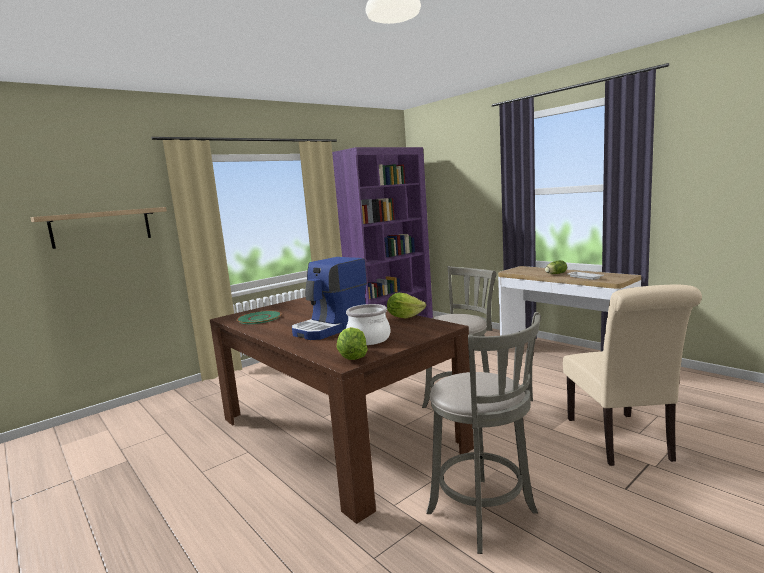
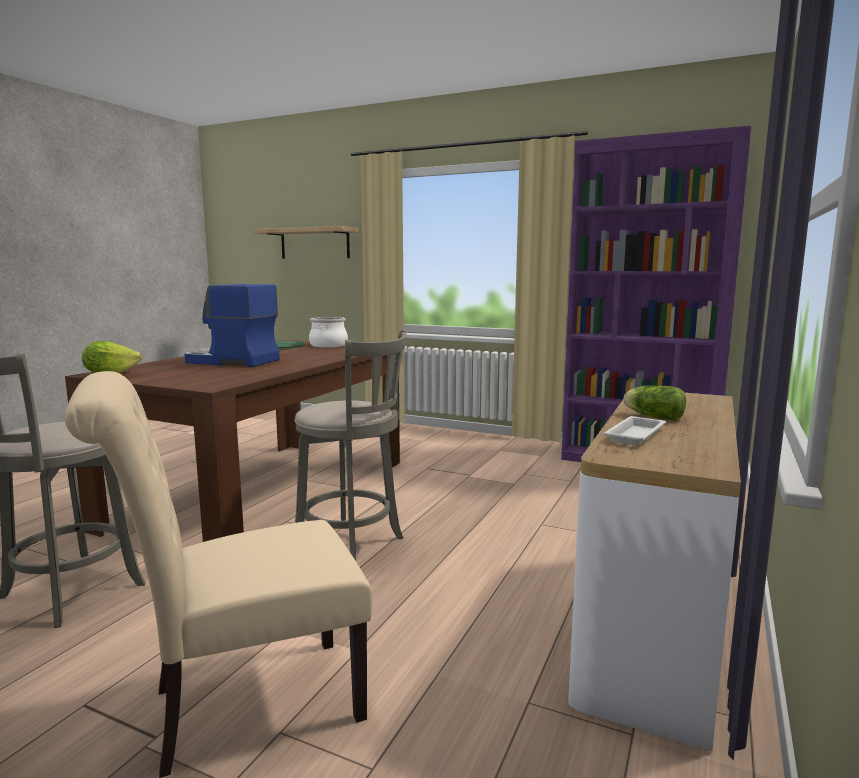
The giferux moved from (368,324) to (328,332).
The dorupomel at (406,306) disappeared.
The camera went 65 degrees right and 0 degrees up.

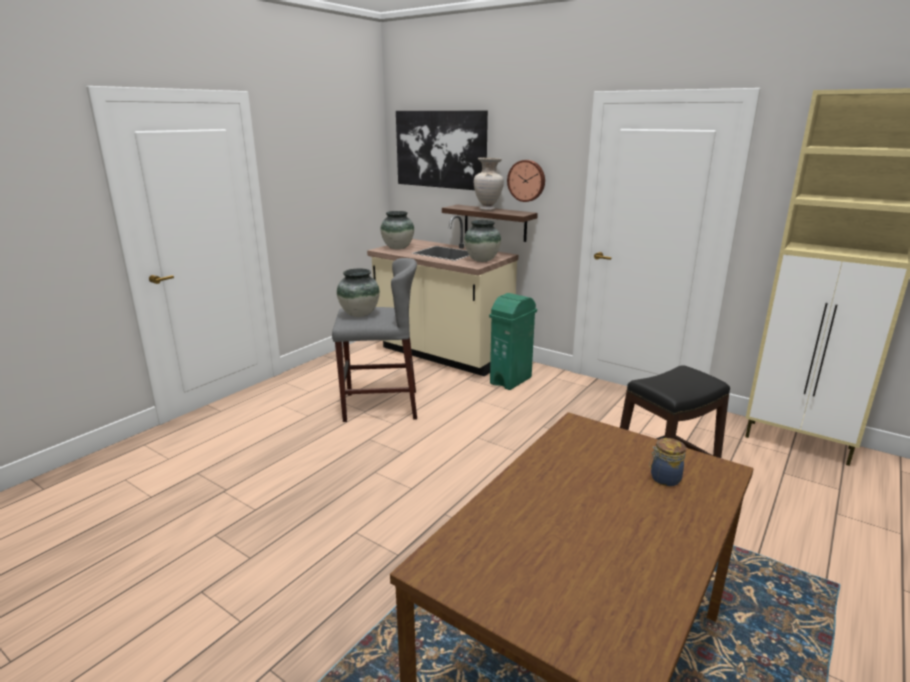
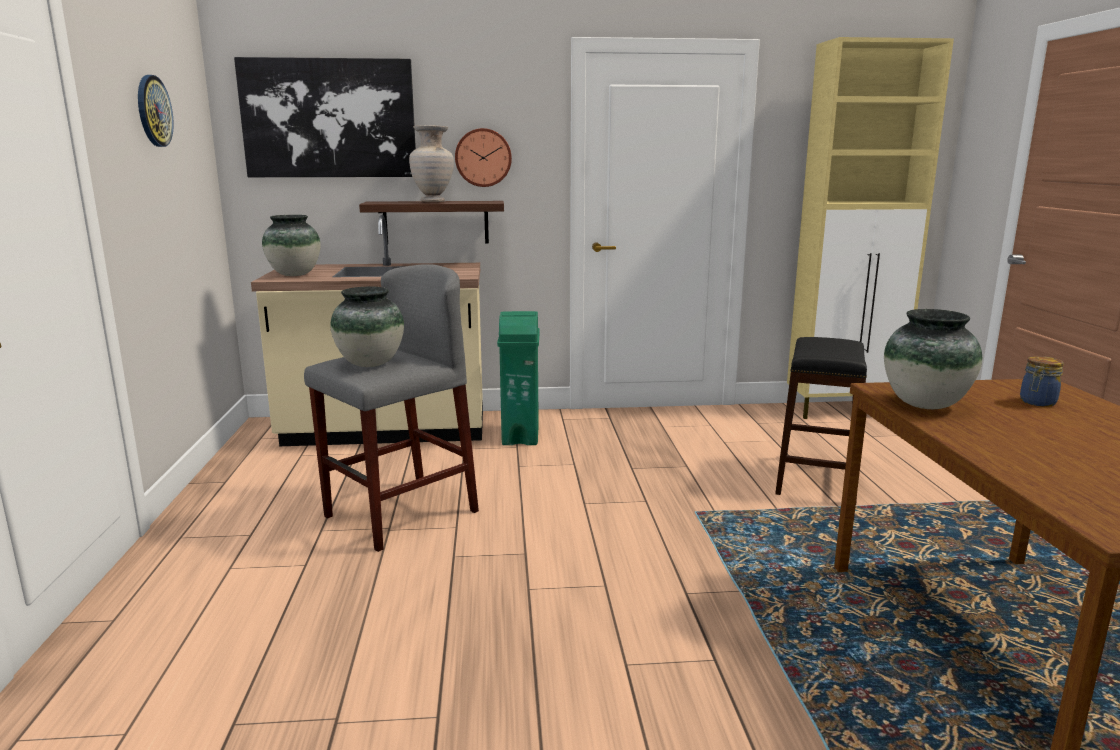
The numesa moved from (482,241) to (933,359).
The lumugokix at (156,111) appeared.
The camera went 40 degrees left and 5 degrees down.

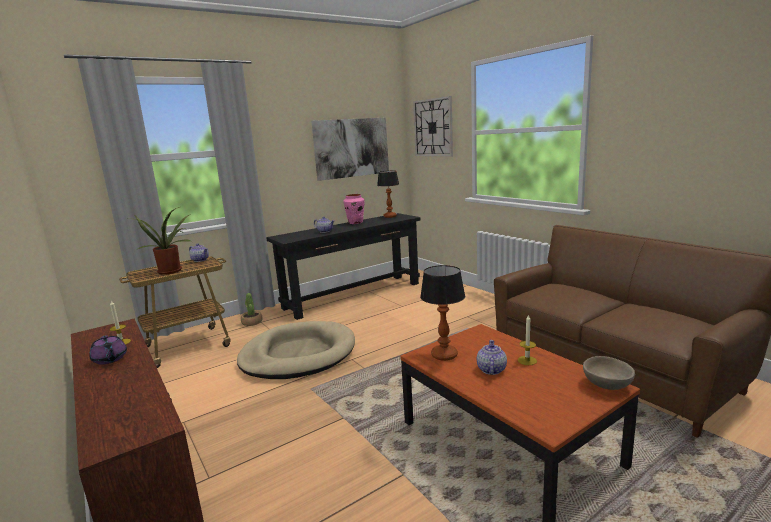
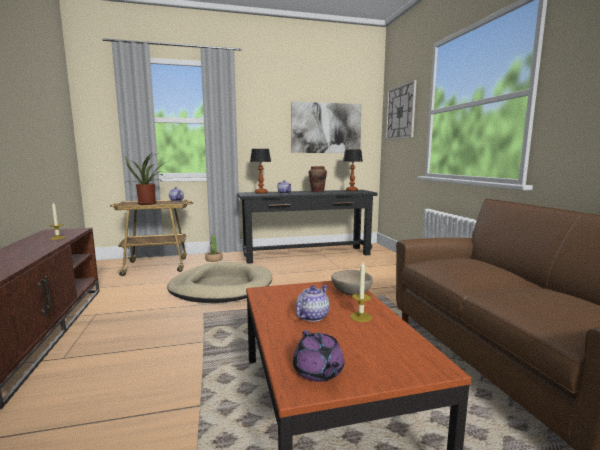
The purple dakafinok moved from (108,350) to (318,356).
The pink numesa at (354,209) became the brown numesa at (317,179).
The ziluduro moved from (442,313) to (260,171).
The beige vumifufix moved from (609,373) to (352,283).
The camera went 20 degrees right and 5 degrees down.

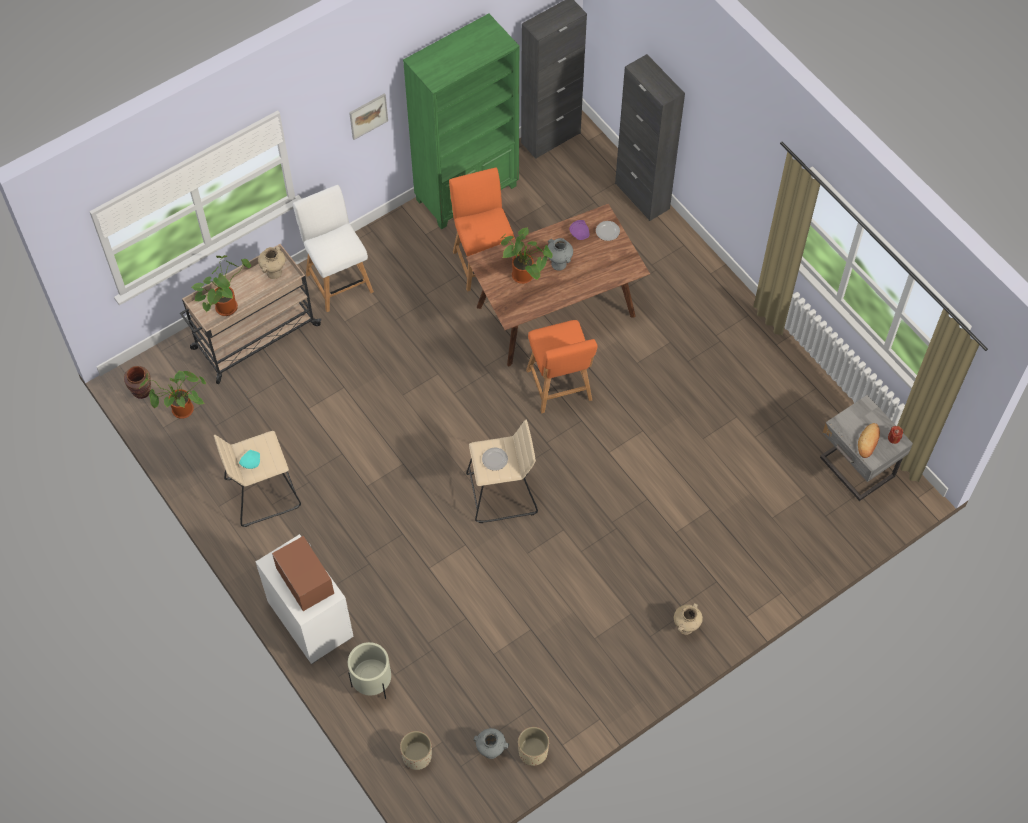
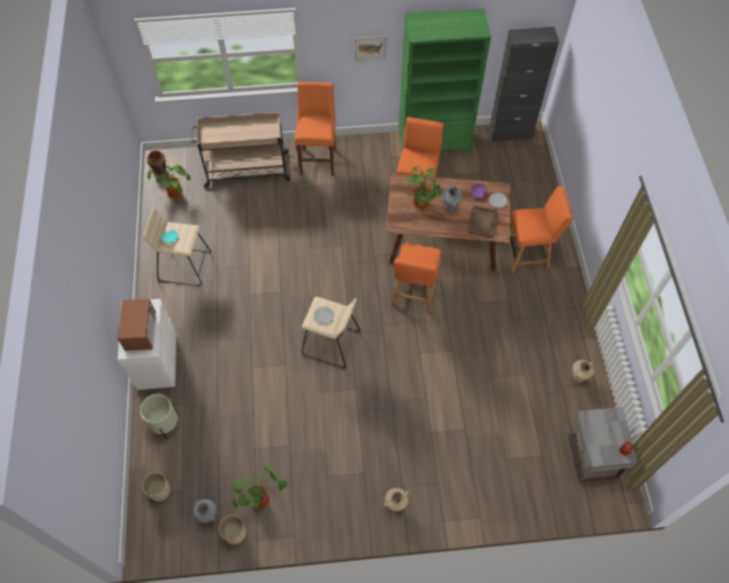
The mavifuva moved from (221,285) to (260,487).
The beige numesa moved from (272,262) to (583,371).
The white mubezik at (333,248) was replaced by the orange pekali at (315,129).
The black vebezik at (650,137) disappeared.
The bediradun at (869,440) disappeared.
The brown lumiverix at (482,221) appeared.
The orange mubezik at (541,229) appeared.
The camera went 30 degrees right and 0 degrees up.

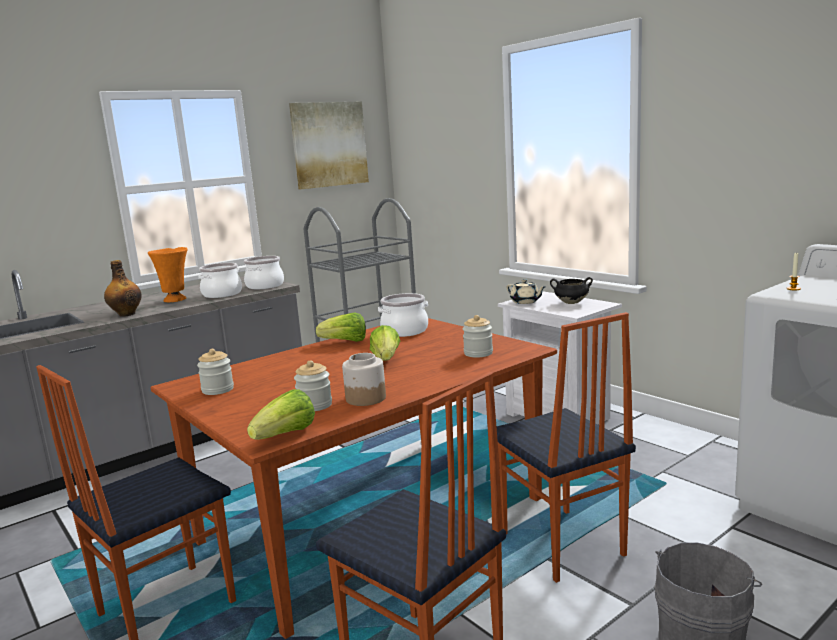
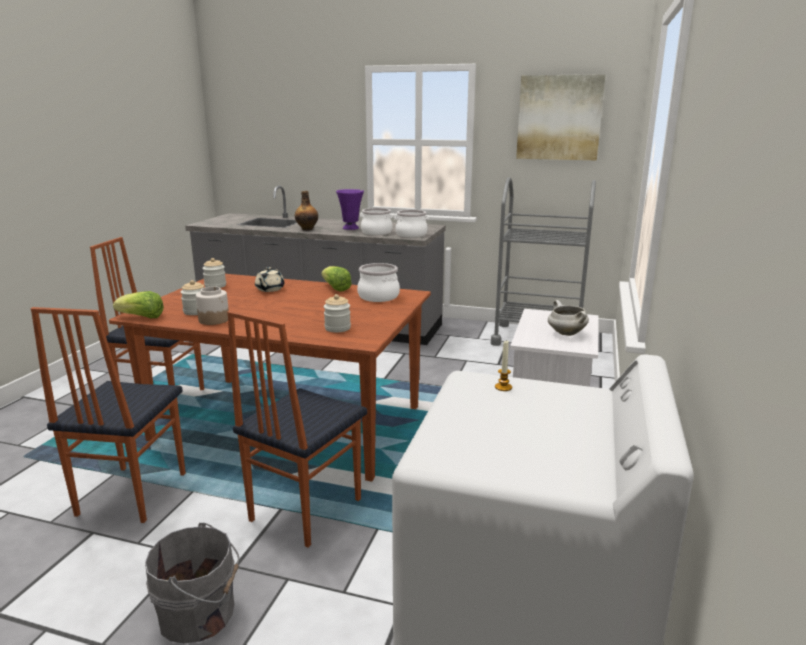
The orange numesa at (168,274) became the purple numesa at (350,209).
The dorupomel at (385,343) disappeared.
The beige dakafinok moved from (526,291) to (270,279).
The black giferux at (571,290) became the white giferux at (568,318).
The camera went 55 degrees right and 5 degrees up.

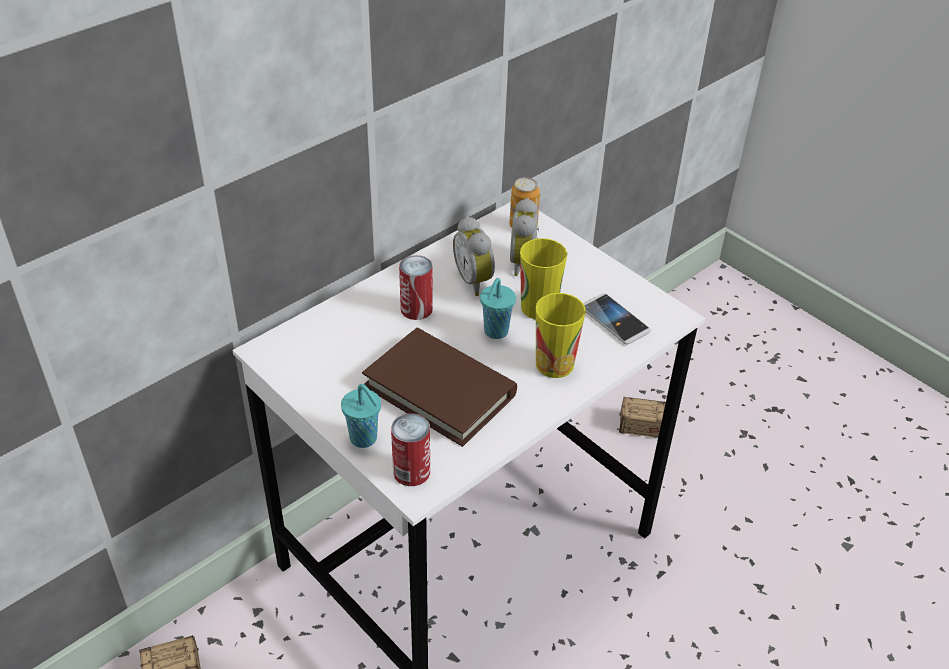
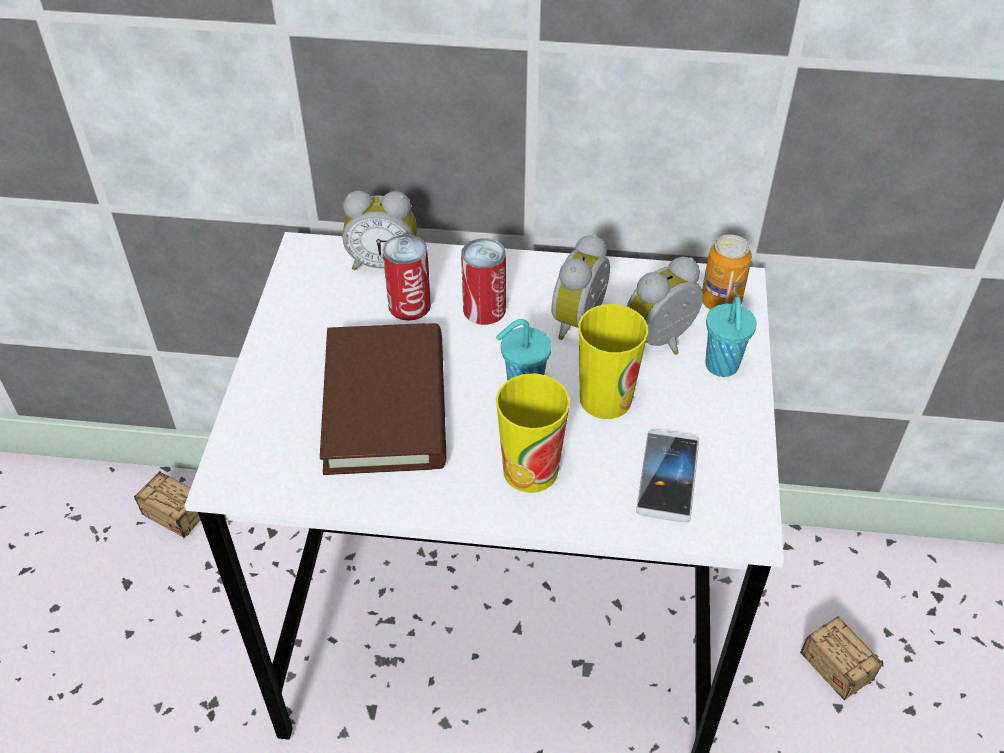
The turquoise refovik moved from (361,416) to (731,337).
The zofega moved from (410,449) to (406,277).
The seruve at (379,230) appeared.
The camera went 50 degrees right and 5 degrees up.

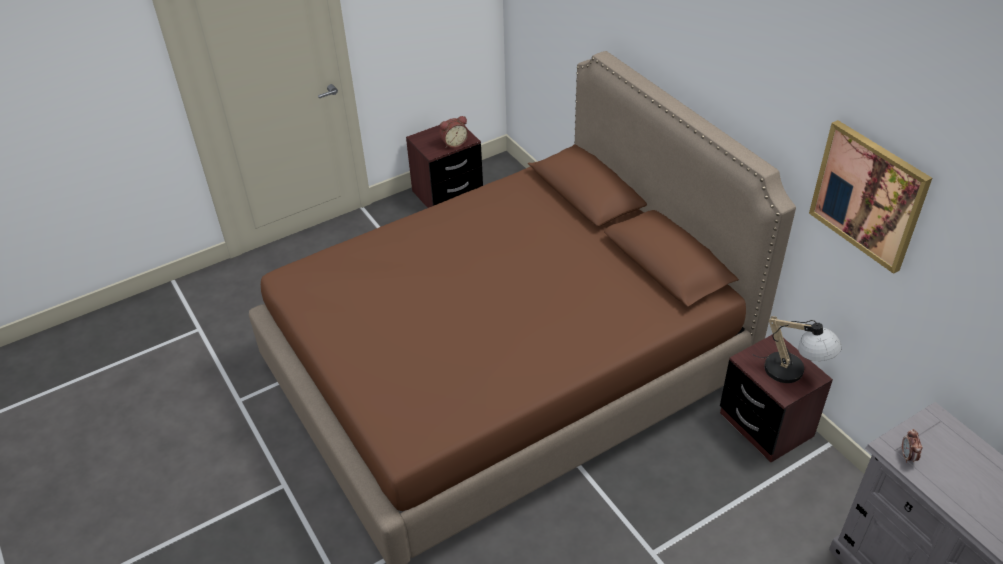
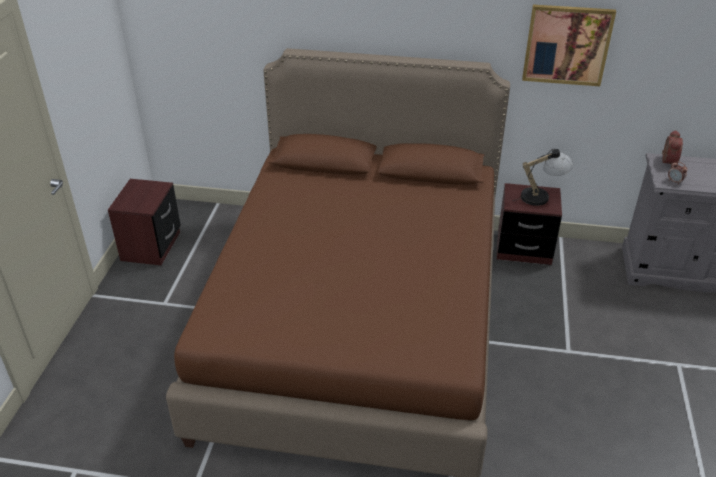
The seruve moved from (454,132) to (672,149).
The camera went 50 degrees left and 5 degrees down.

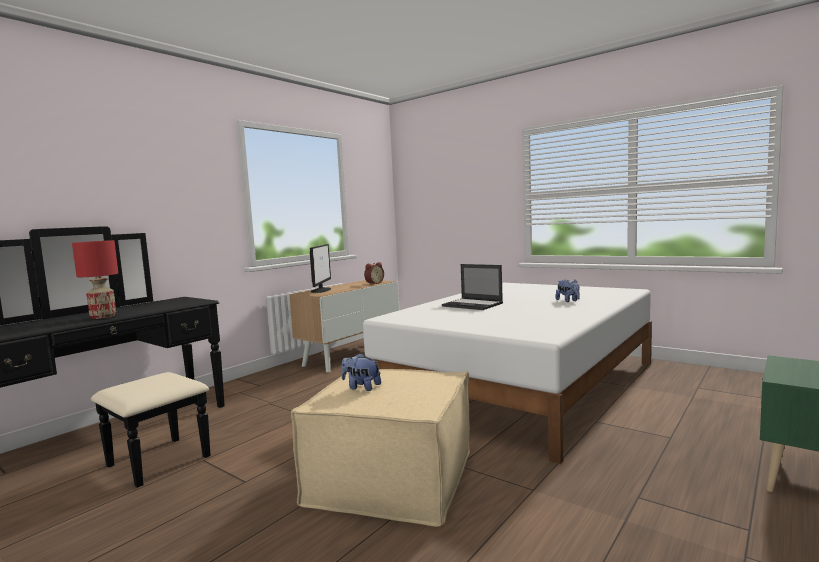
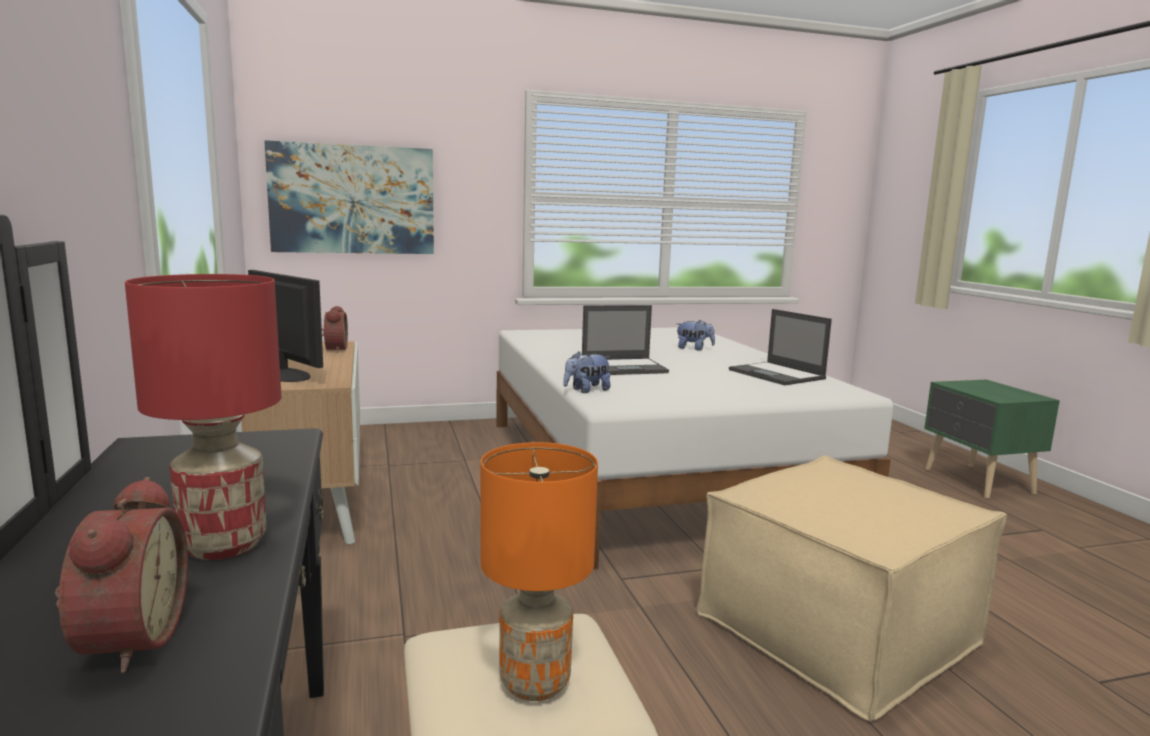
The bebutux moved from (361,372) to (587,372).
The seruve at (121,575) appeared.
The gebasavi at (349,197) appeared.
The orange ziluduro at (539,571) appeared.
The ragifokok at (780,347) appeared.
The camera went 55 degrees left and 5 degrees up.

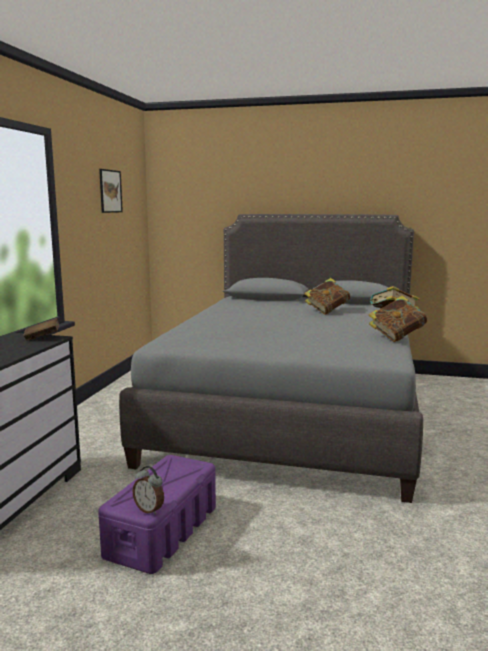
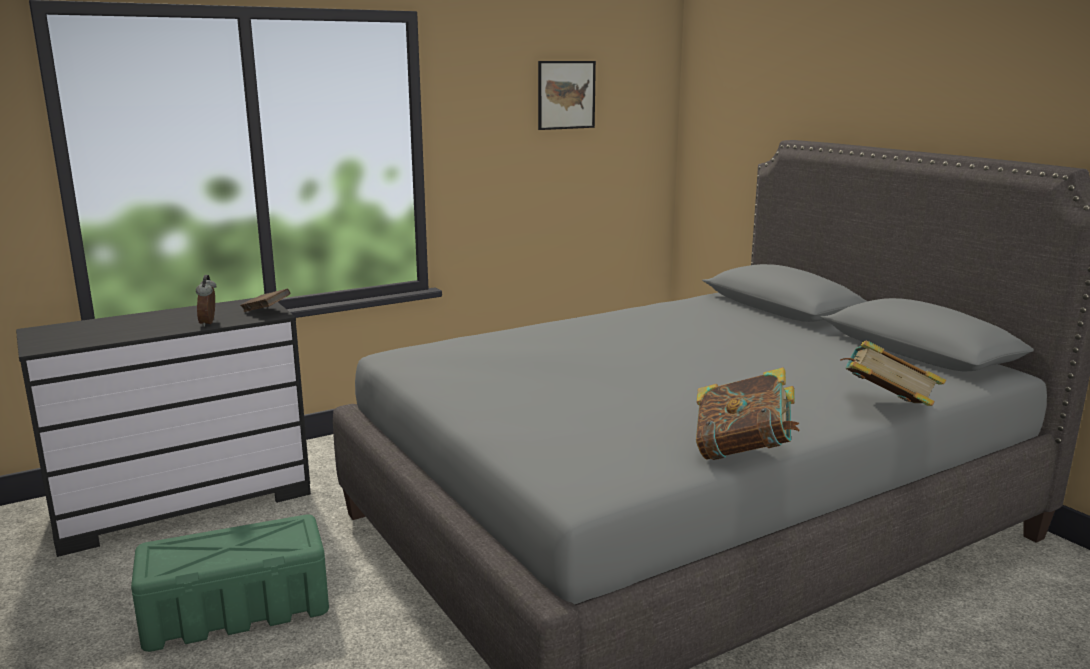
The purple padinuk at (157,514) became the green padinuk at (230,583).
The seruve moved from (148,490) to (206,301).
The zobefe at (327,296) disappeared.
The camera went 45 degrees right and 5 degrees up.

